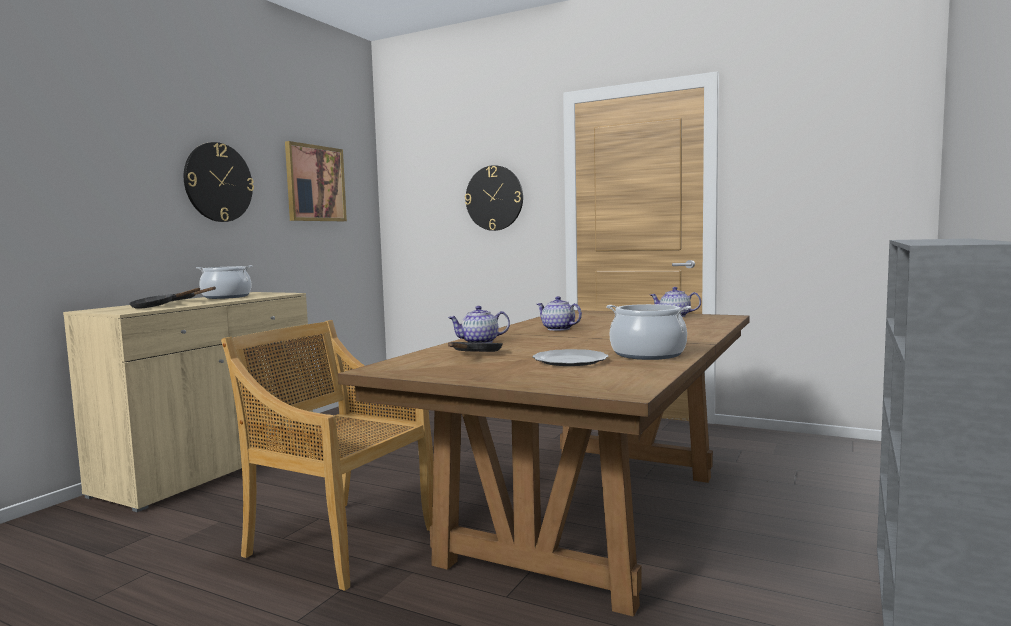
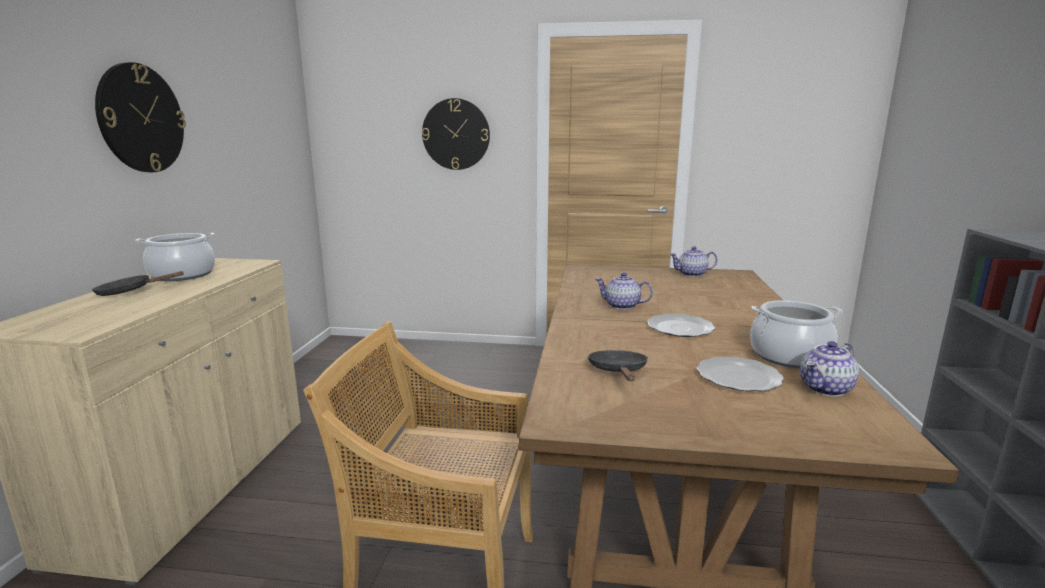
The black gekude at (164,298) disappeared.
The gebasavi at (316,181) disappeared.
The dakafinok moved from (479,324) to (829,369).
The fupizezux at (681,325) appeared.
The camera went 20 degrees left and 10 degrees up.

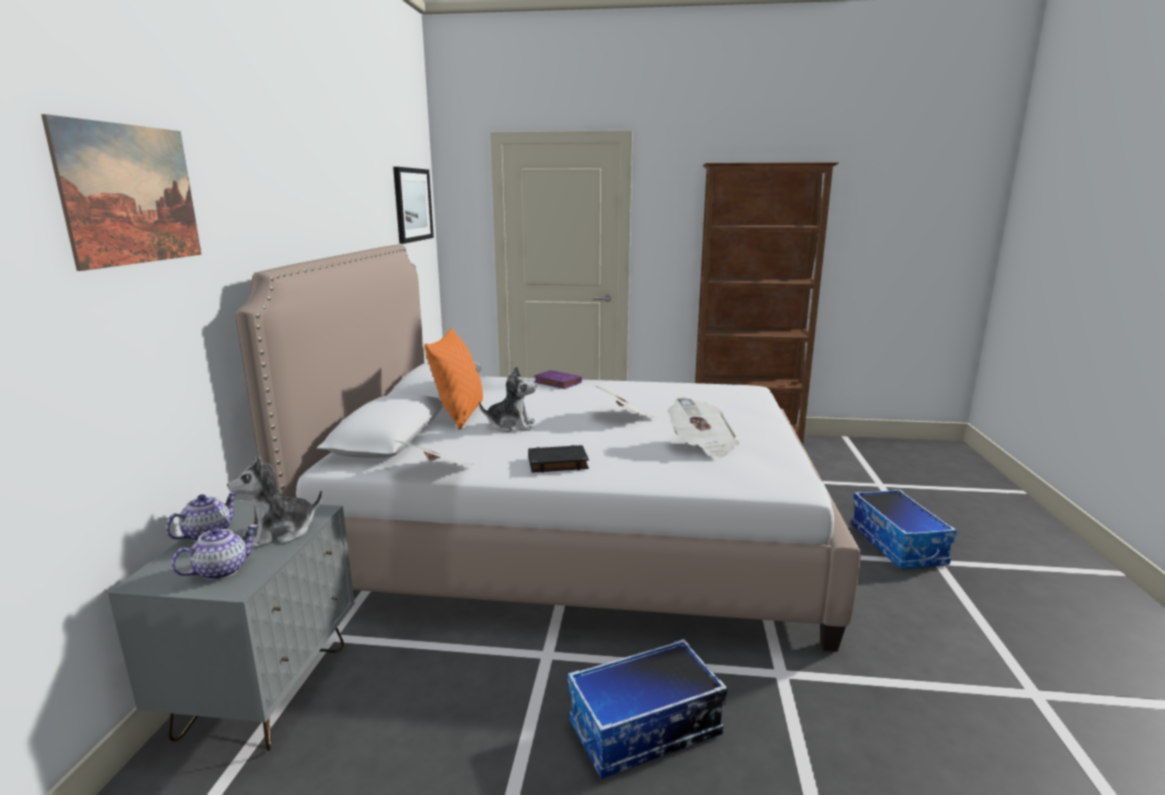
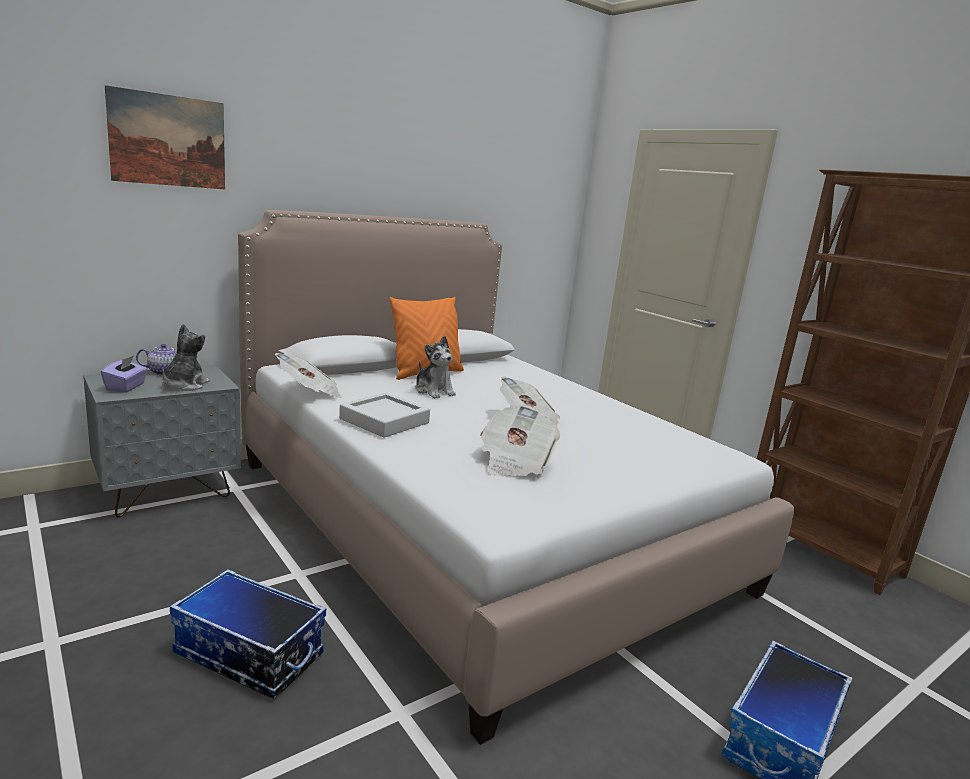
The dakafinok at (215,552) was replaced by the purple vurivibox at (124,374).
The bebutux at (275,502) turned 90 degrees clockwise.
The gebasavi at (413,205) disappeared.
The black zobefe at (558,459) was replaced by the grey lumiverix at (384,415).
The purple zobefe at (558,379) disappeared.
The camera went 45 degrees right and 0 degrees up.

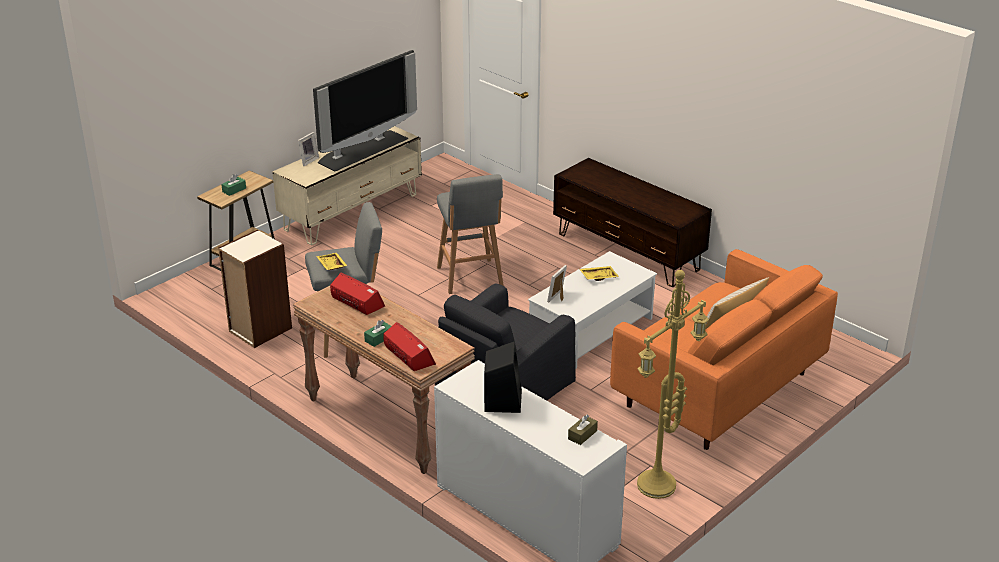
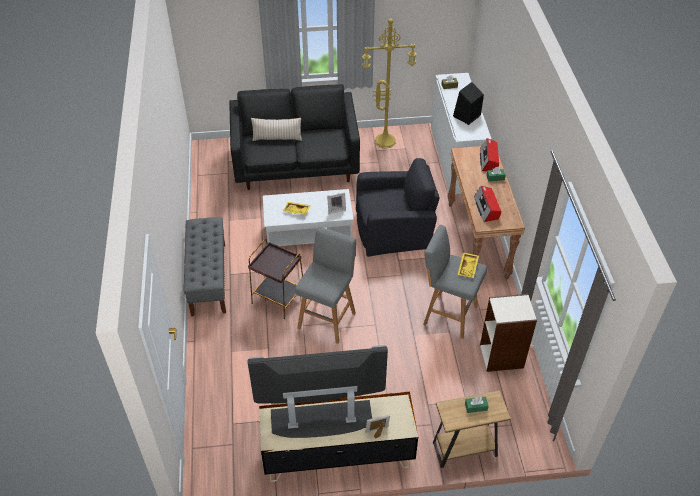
The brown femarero at (632,222) was replaced by the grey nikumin at (205,266).
The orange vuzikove at (724,349) became the black vuzikove at (294,137).
The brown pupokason at (275,279) appeared.
The camera went 140 degrees left and 15 degrees up.

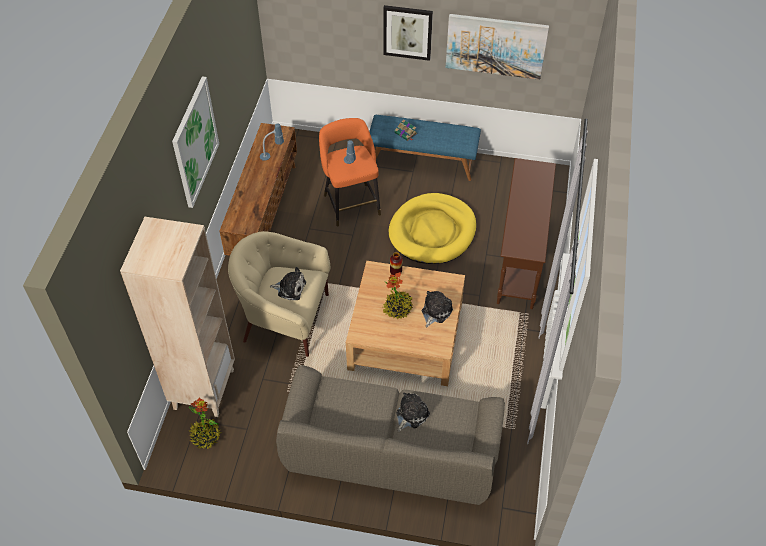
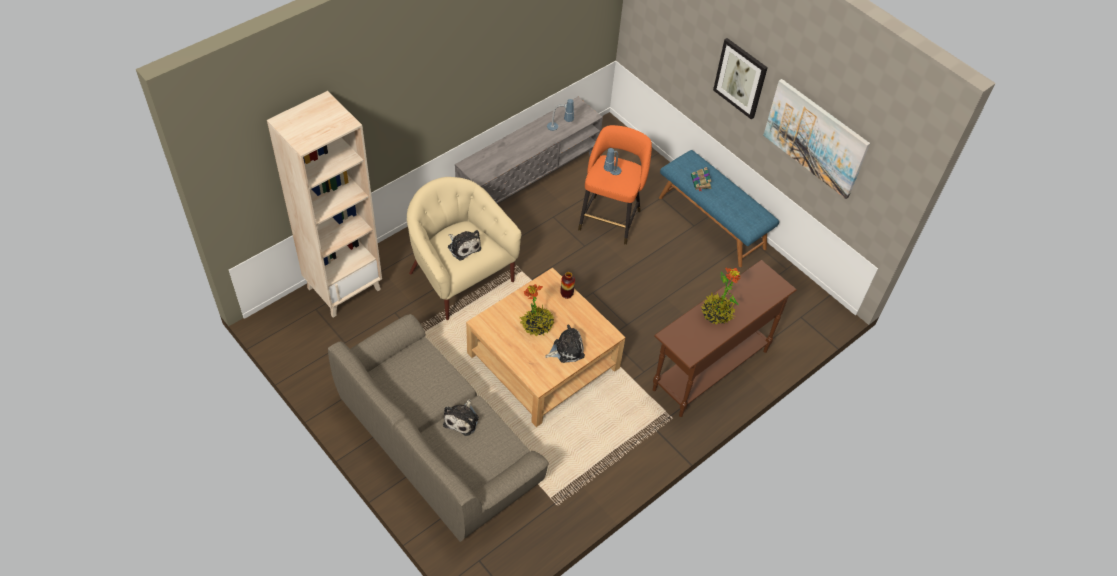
The gebasavi at (195,142) disappeared.
The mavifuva moved from (205,423) to (720,295).
The brown femarero at (258,189) became the grey femarero at (529,150).
The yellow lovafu at (432,228) disappeared.
The bebutux at (413,412) turned 120 degrees clockwise.
The camera went 35 degrees right and 0 degrees up.

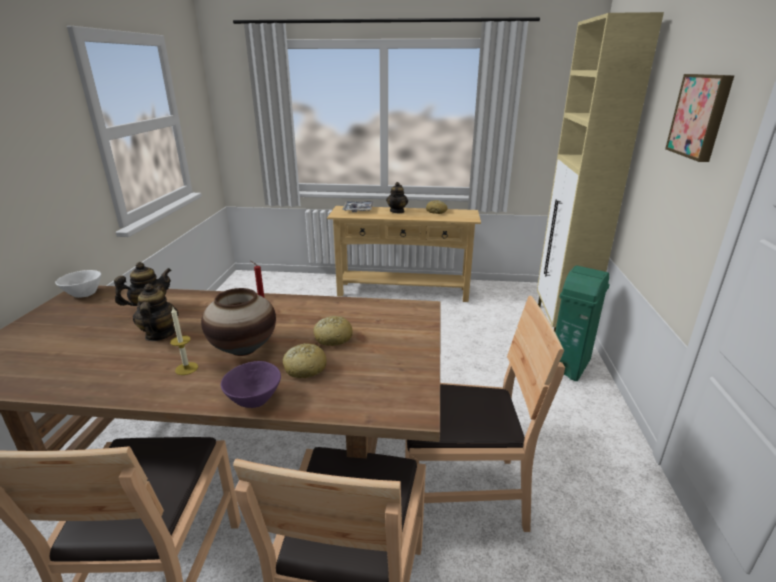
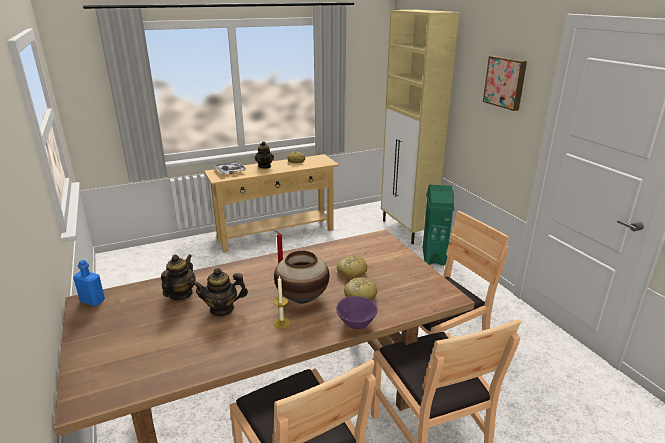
The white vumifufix at (78,284) was replaced by the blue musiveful at (89,283).
The dakafinok at (156,312) turned 60 degrees counterclockwise.
The camera went 30 degrees left and 0 degrees up.

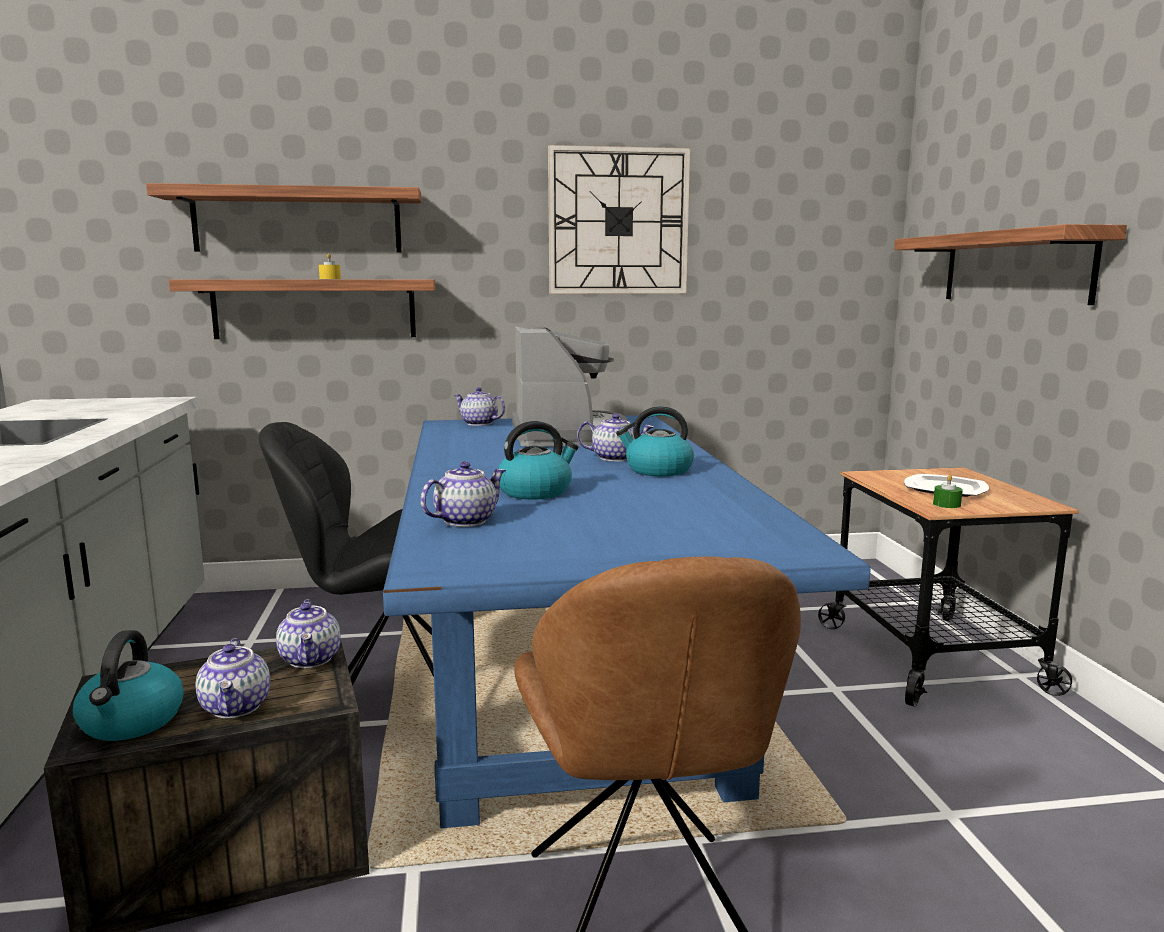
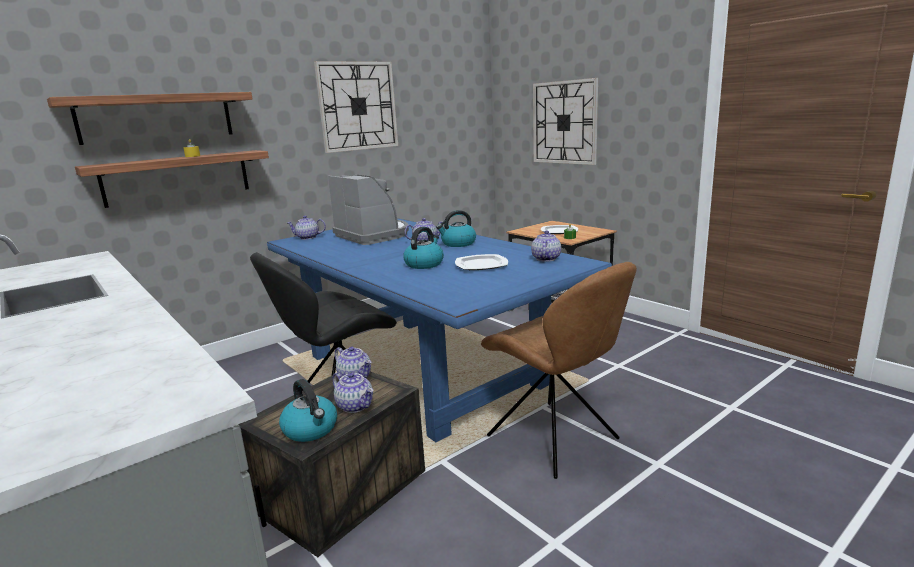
The dakafinok moved from (463,494) to (546,246).
The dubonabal at (1010,264) was replaced by the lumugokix at (565,121).
The fupizezux at (481,262) appeared.
The camera went 30 degrees left and 5 degrees up.

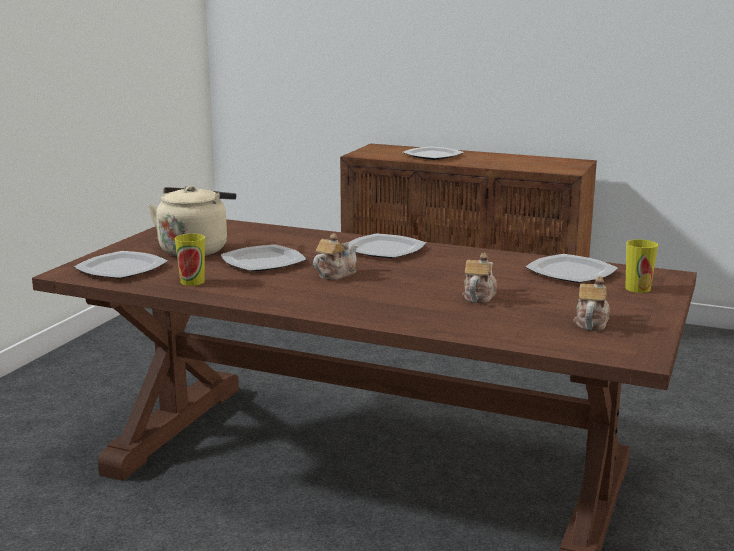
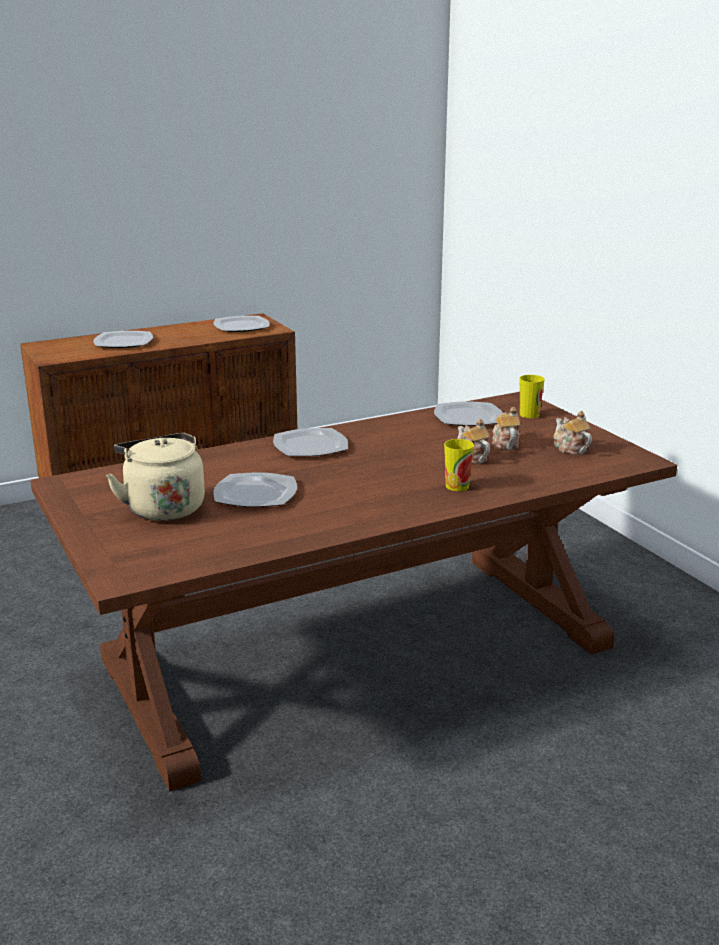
The fupizezux moved from (121,265) to (241,324).
The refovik moved from (190,260) to (459,465).
The dakafinok moved from (335,257) to (506,428).
The camera went 50 degrees left and 5 degrees up.

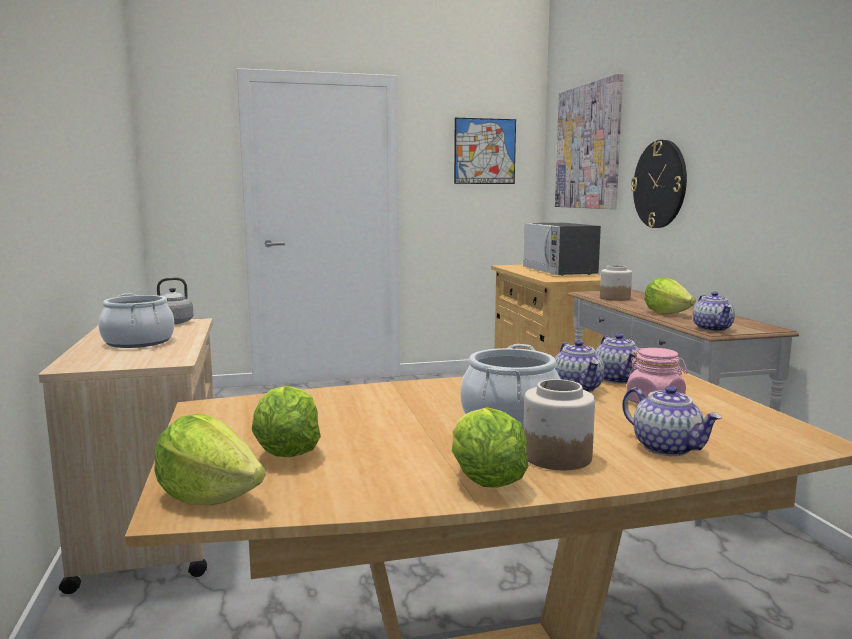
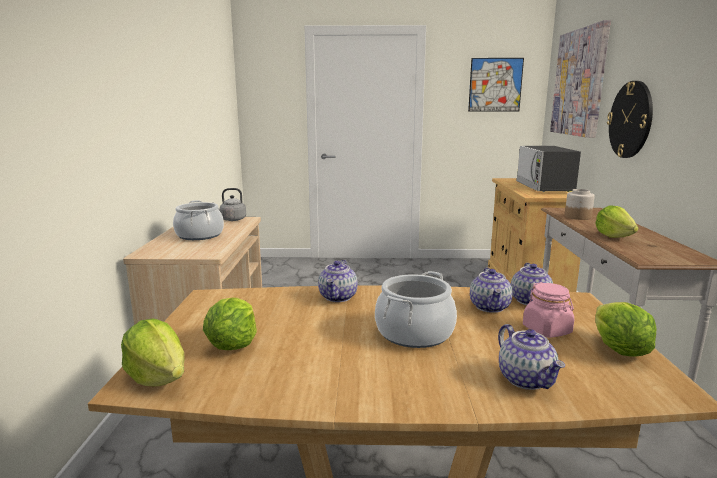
The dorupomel moved from (490,447) to (625,329).
The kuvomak at (559,424) disappeared.
The dakafinok moved from (714,311) to (338,281).
The camera went 15 degrees right and 5 degrees up.

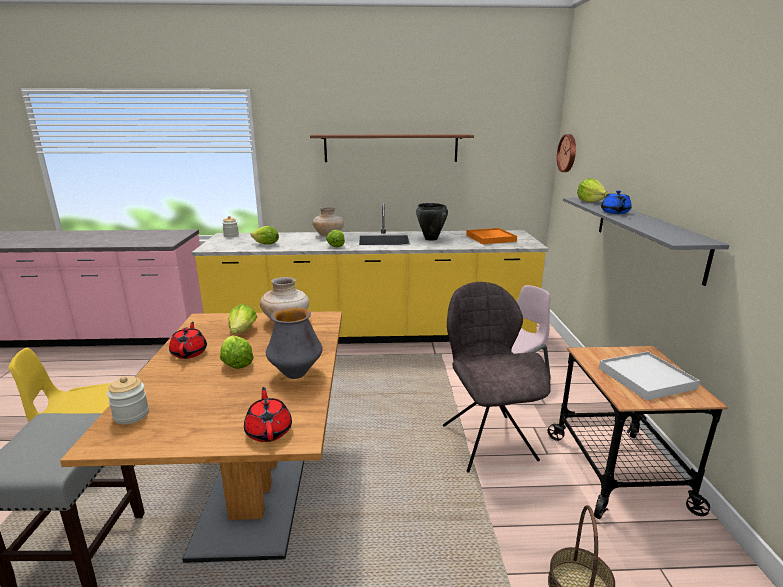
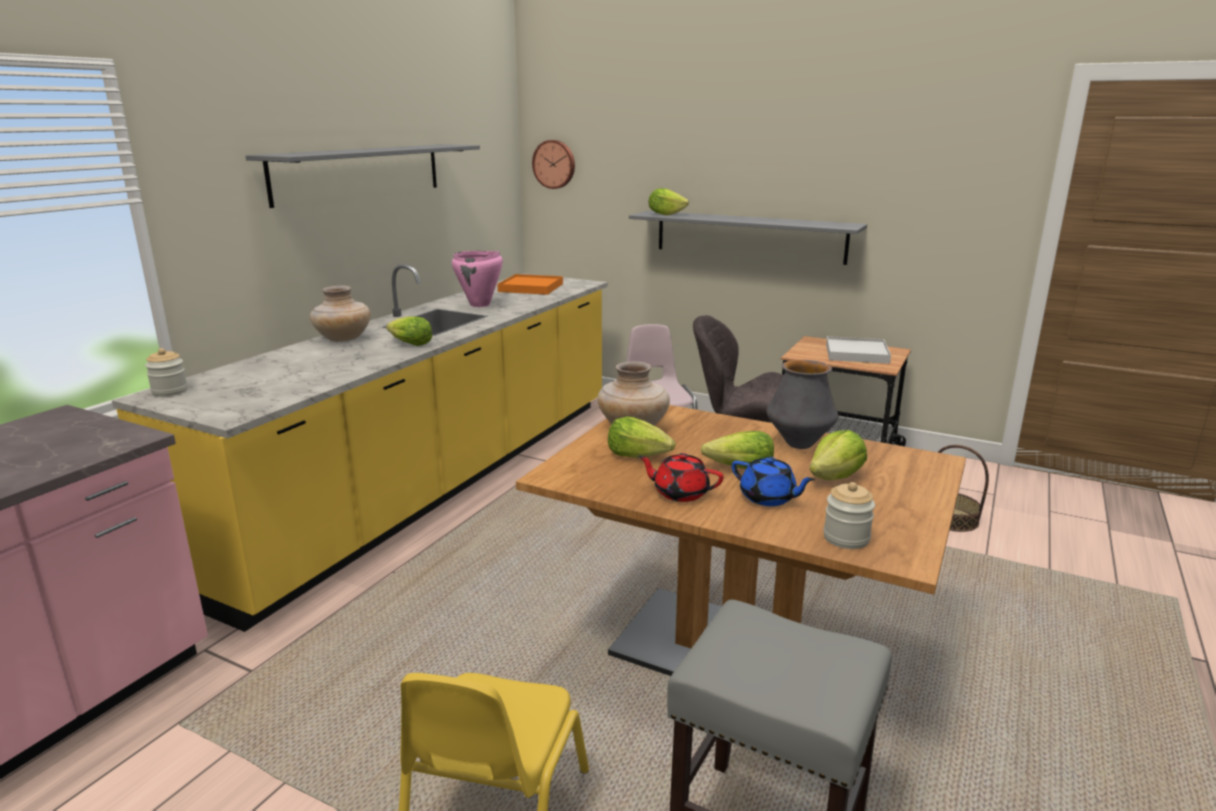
The red dakafinok at (268,414) disappeared.
The dorupomel moved from (264,235) to (838,455).
The brown dubonabal at (392,148) became the grey dubonabal at (363,176).
The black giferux at (432,221) became the pink giferux at (477,279).
The blue dakafinok moved from (616,202) to (773,481).
The camera went 60 degrees left and 0 degrees up.

